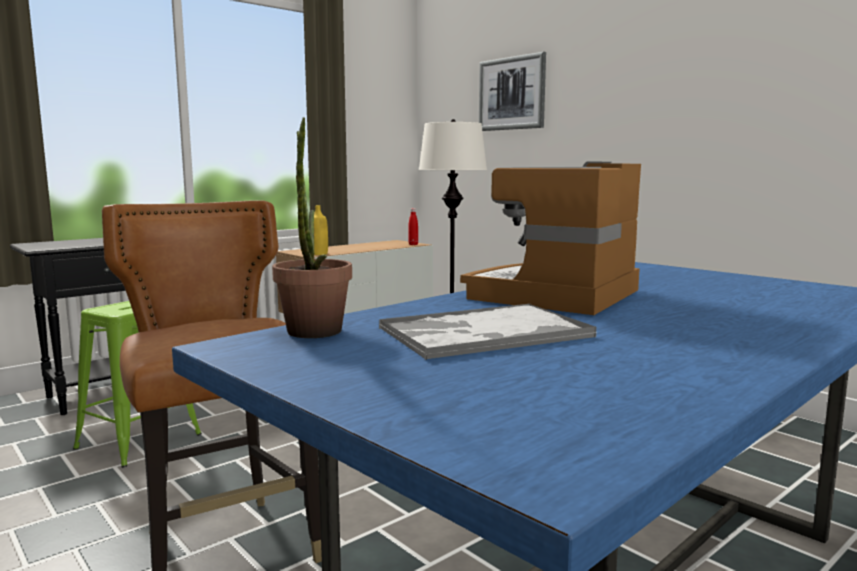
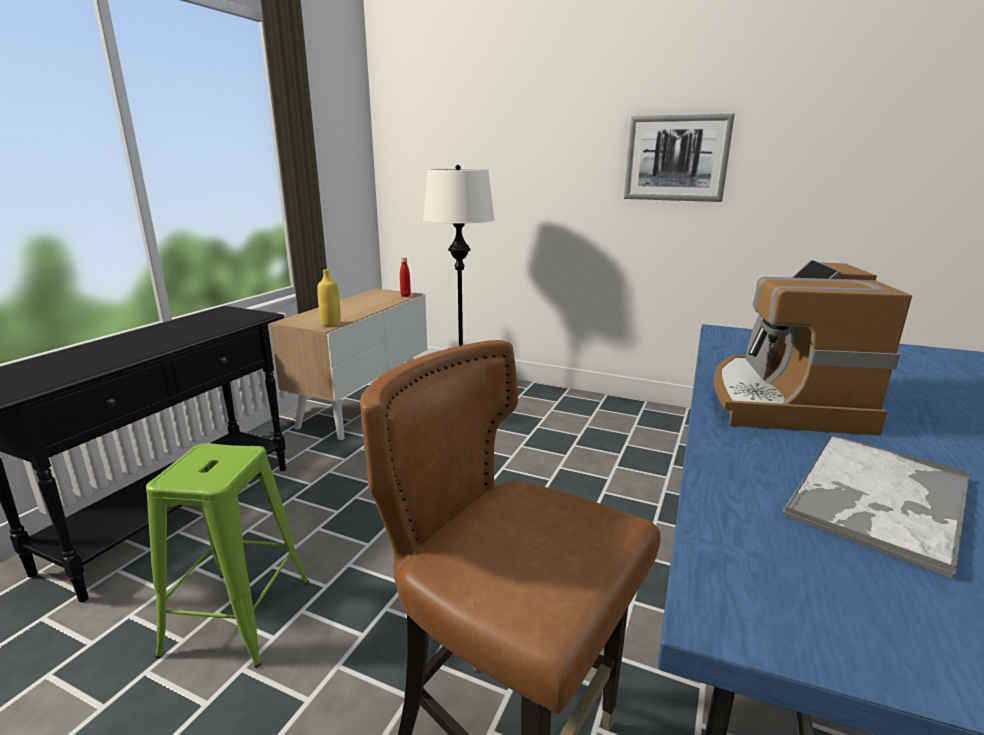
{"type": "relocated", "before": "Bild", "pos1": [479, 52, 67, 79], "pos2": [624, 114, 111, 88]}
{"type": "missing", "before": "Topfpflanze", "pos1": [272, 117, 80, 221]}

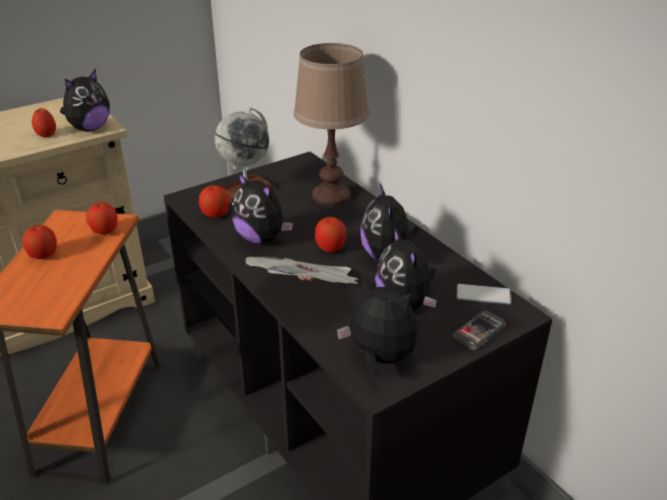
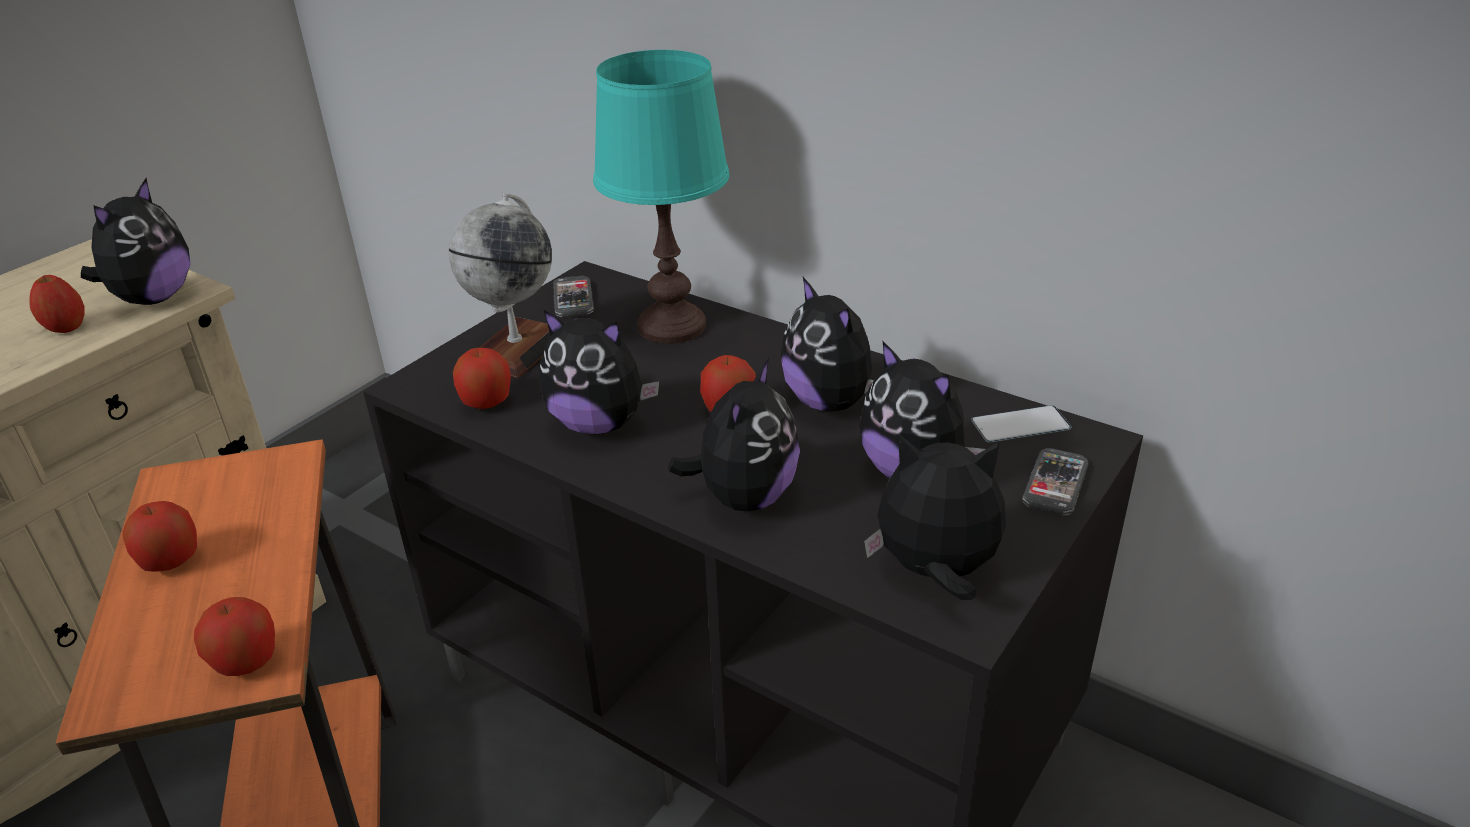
{"type": "colour", "before": "Tischlampe (braun)", "after": "Tischlampe (türkis)", "pos1": [294, 43, 75, 163], "pos2": [593, 50, 136, 294]}
{"type": "relocated", "before": "Apfel", "pos1": [86, 202, 32, 33], "pos2": [194, 597, 81, 79]}
{"type": "exchanged", "before": "Zeitung", "after": "Plüschtier", "pos1": [245, 257, 113, 27], "pos2": [668, 357, 132, 155]}
{"type": "appeared", "after": "Handy", "pos2": [553, 276, 41, 42]}

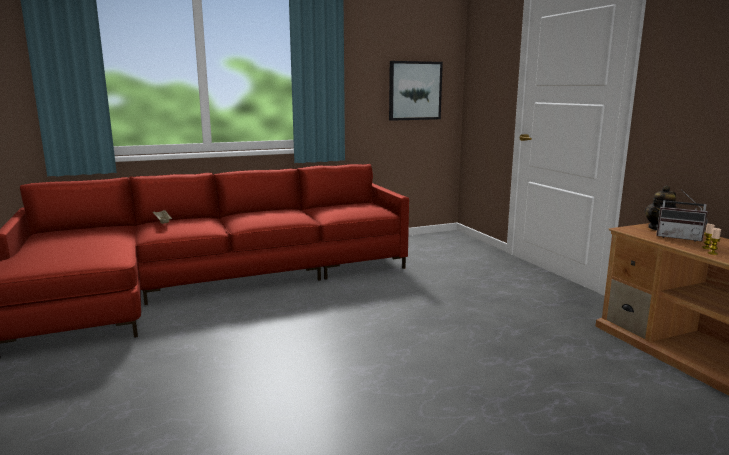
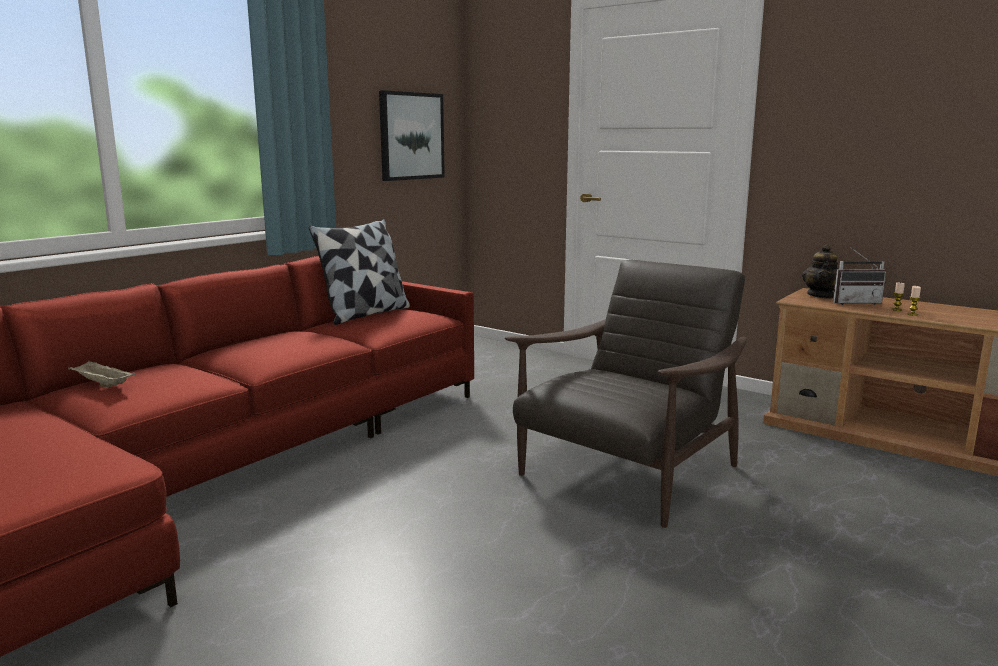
{"type": "appeared", "after": "Kissen", "pos2": [309, 219, 101, 106]}
{"type": "appeared", "after": "Sessel (braun)", "pos2": [505, 260, 242, 268]}

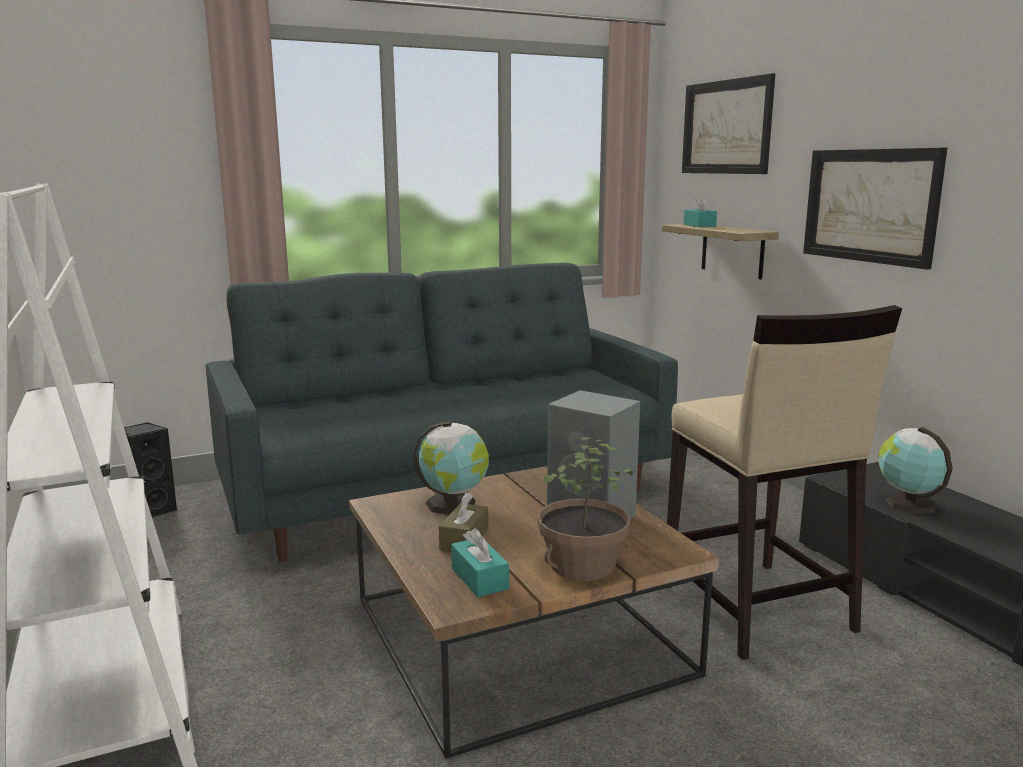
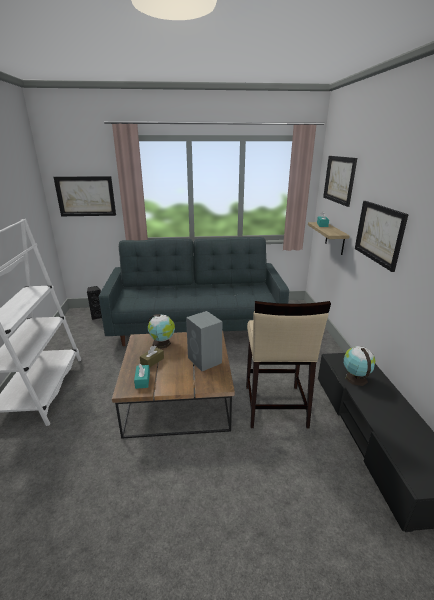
{"type": "missing", "before": "Topfpflanze", "pos1": [538, 437, 95, 144]}
{"type": "appeared", "after": "Bild", "pos2": [54, 176, 62, 40]}

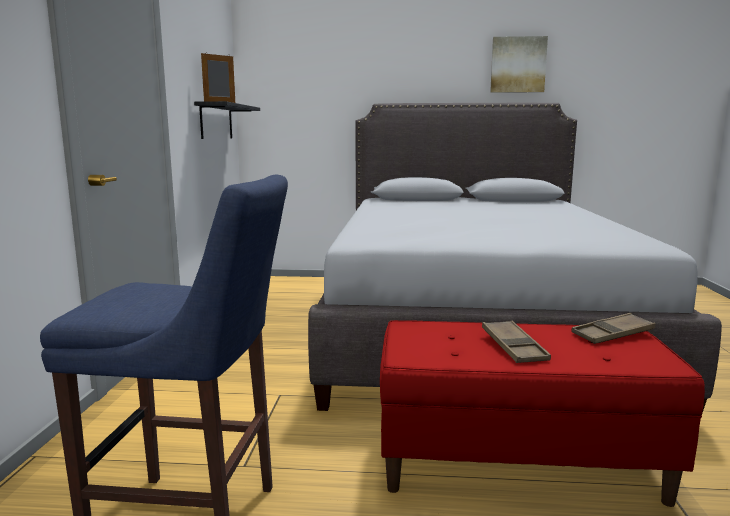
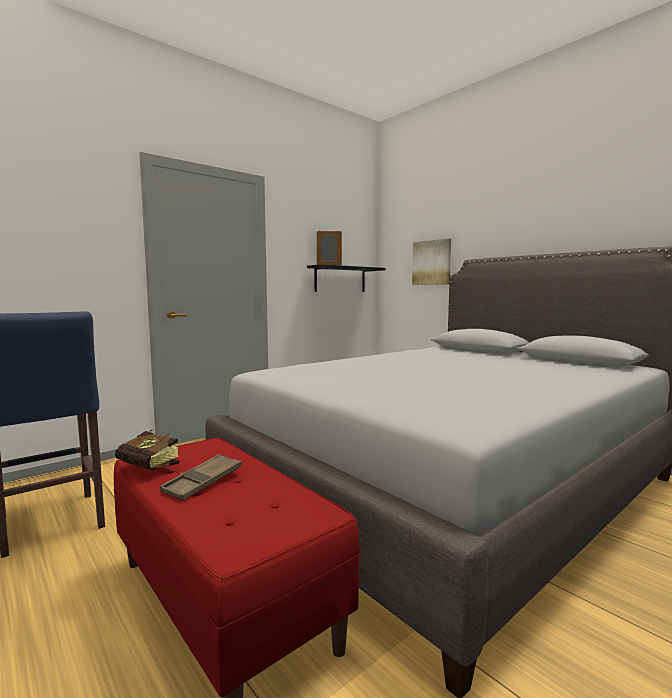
{"type": "relocated", "before": "Bild", "pos1": [490, 36, 58, 57], "pos2": [412, 238, 39, 47]}
{"type": "missing", "before": "Tablett (braun)", "pos1": [572, 313, 84, 31]}
{"type": "appeared", "after": "Buch", "pos2": [115, 430, 68, 44]}

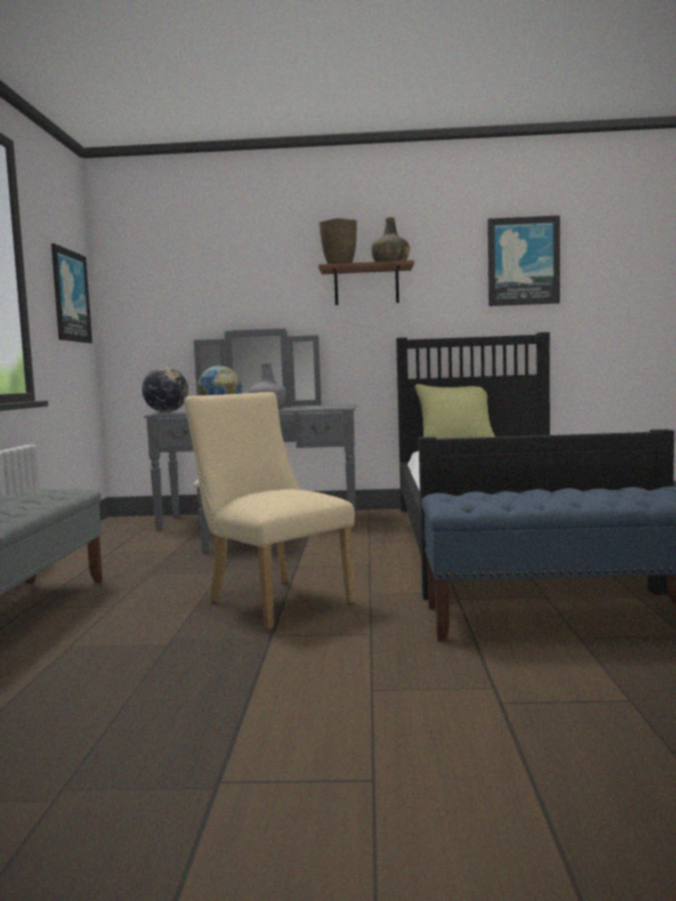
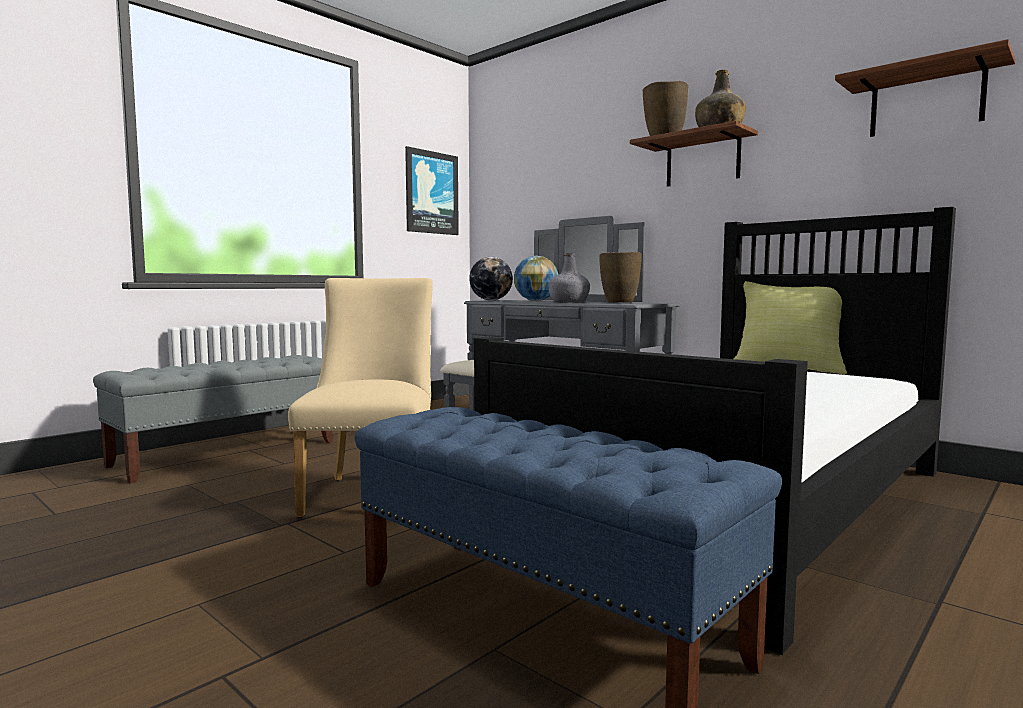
{"type": "exchanged", "before": "Bild", "after": "Wandregal", "pos1": [488, 215, 72, 91], "pos2": [835, 39, 180, 98]}
{"type": "appeared", "after": "Vase (braun)", "pos2": [599, 252, 43, 50]}

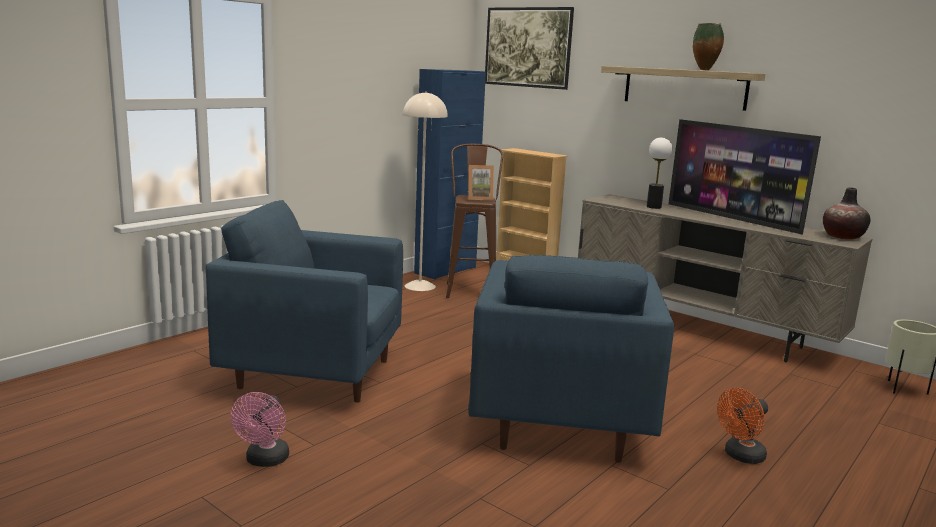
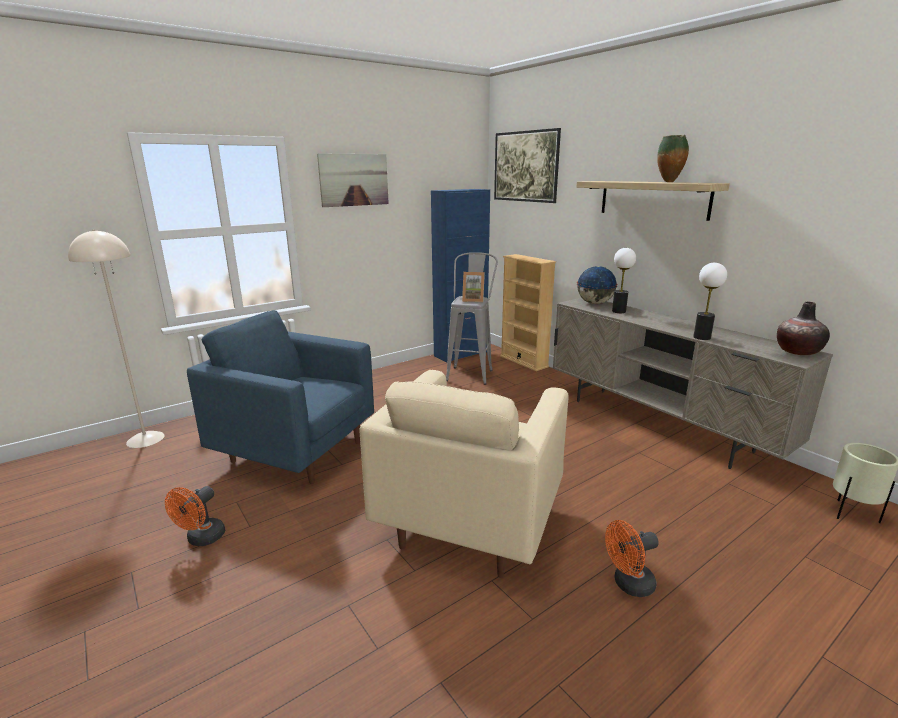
{"type": "relocated", "before": "Stehlampe (beige)", "pos1": [403, 91, 45, 200], "pos2": [68, 229, 97, 219]}
{"type": "missing", "before": "Fernseher", "pos1": [668, 119, 153, 115]}
{"type": "colour", "before": "Hocker (braun)", "after": "Hocker (grau)", "pos1": [446, 144, 57, 154], "pos2": [446, 252, 52, 133]}
{"type": "colour", "before": "Sessel (blau)", "after": "Sessel (beige)", "pos1": [469, 255, 205, 208], "pos2": [359, 370, 210, 208]}
{"type": "colour", "before": "Ventilator (rosa)", "after": "Ventilator (orange)", "pos1": [231, 392, 58, 75], "pos2": [165, 486, 60, 60]}
{"type": "appeared", "after": "Bild", "pos2": [317, 153, 72, 54]}
{"type": "appeared", "after": "Tischlampe", "pos2": [693, 263, 34, 77]}
{"type": "appeared", "after": "Globus", "pos2": [577, 266, 40, 38]}

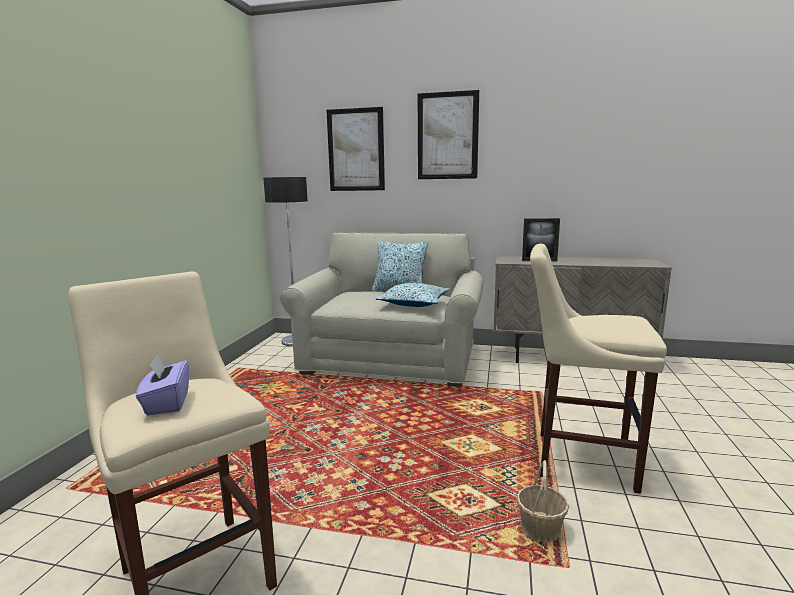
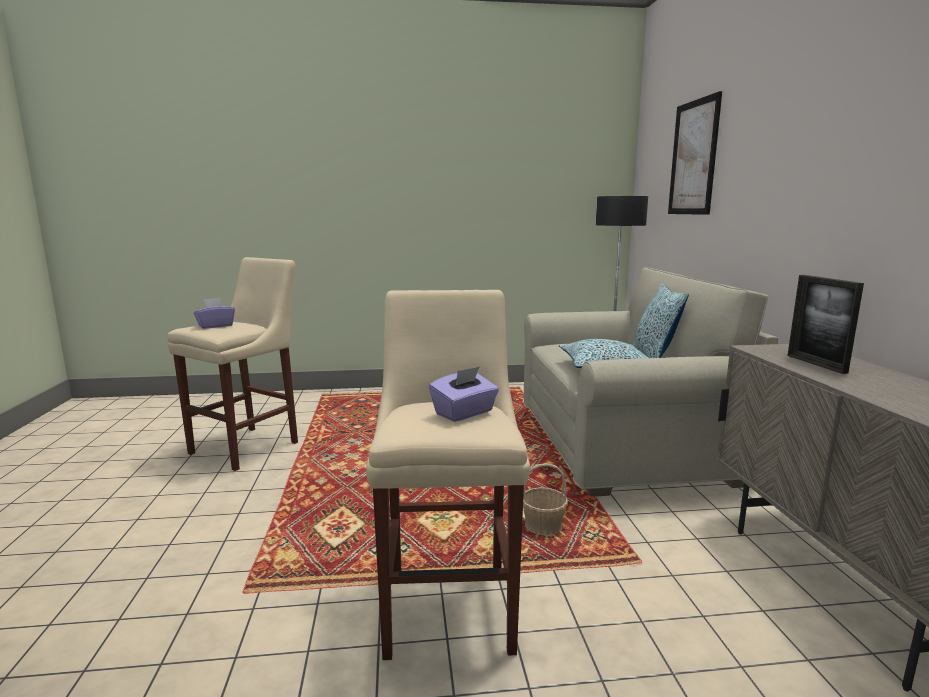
{"type": "missing", "before": "Bild", "pos1": [418, 90, 61, 89]}
{"type": "relocated", "before": "Korb", "pos1": [517, 460, 52, 82], "pos2": [523, 463, 45, 73]}
{"type": "appeared", "after": "Taschentuchbox (lila)", "pos2": [429, 366, 70, 56]}

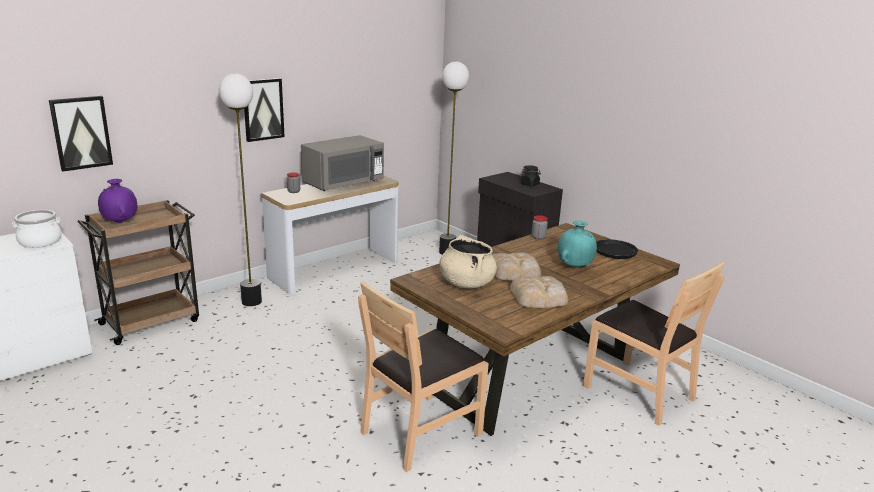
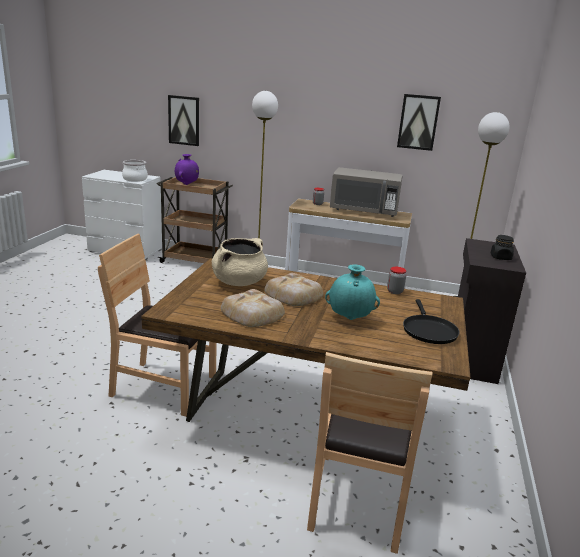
{"type": "relocated", "before": "Bild", "pos1": [244, 78, 41, 64], "pos2": [397, 94, 44, 57]}

